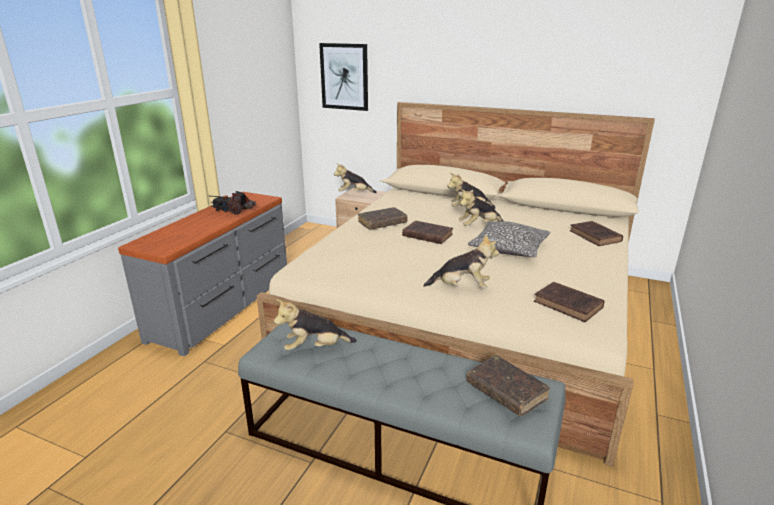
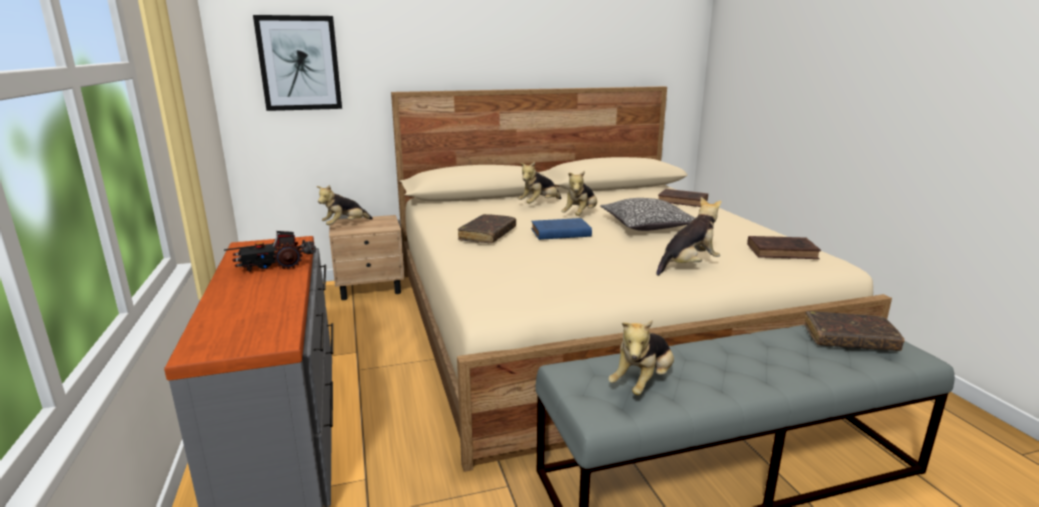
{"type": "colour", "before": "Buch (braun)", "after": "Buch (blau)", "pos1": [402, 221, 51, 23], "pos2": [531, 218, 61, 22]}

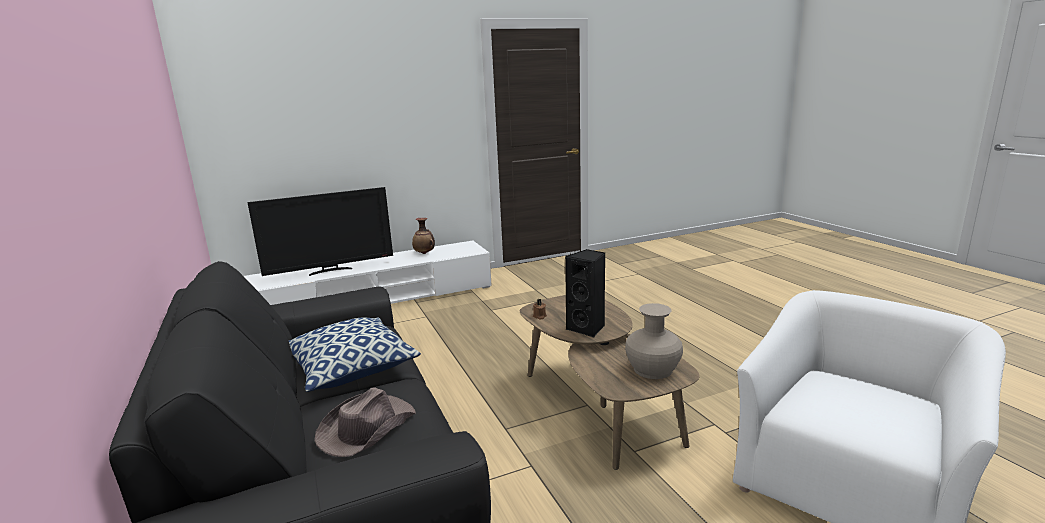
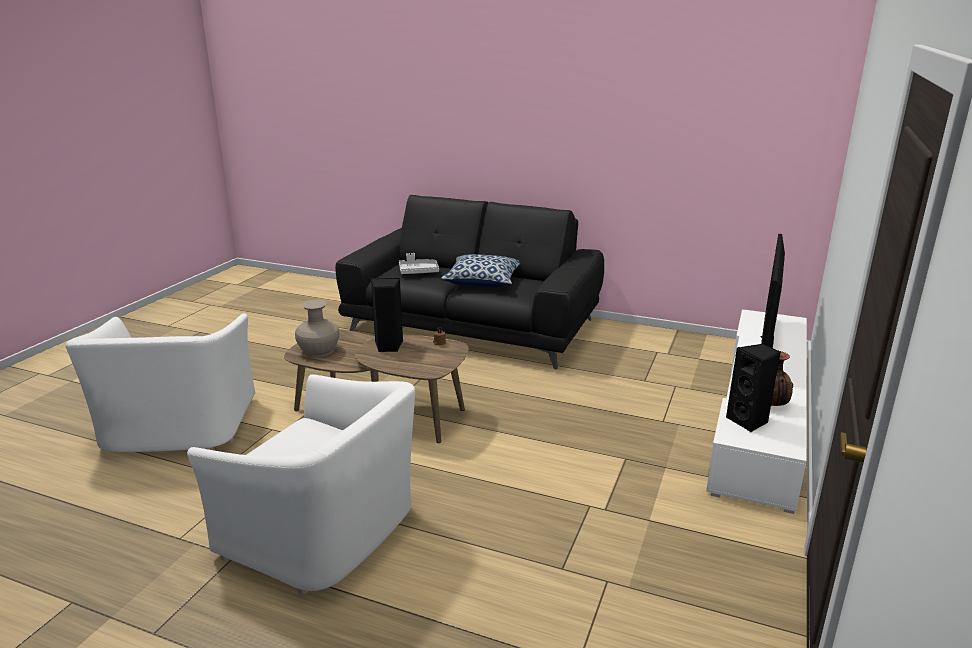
{"type": "exchanged", "before": "Hut (braun)", "after": "Tablett (grau)", "pos1": [314, 387, 102, 70], "pos2": [399, 253, 40, 21]}
{"type": "appeared", "after": "Lautsprecher (schwarz)", "pos2": [726, 344, 55, 88]}
{"type": "appeared", "after": "Sessel (weiß)", "pos2": [187, 374, 228, 221]}

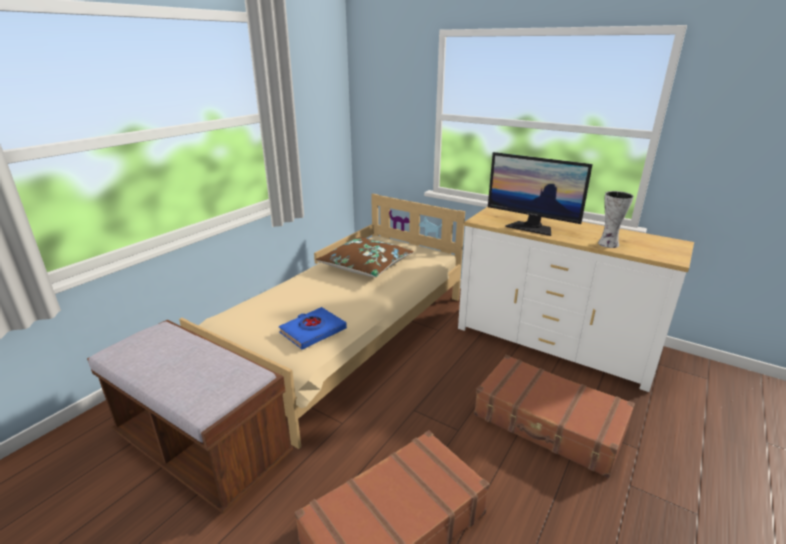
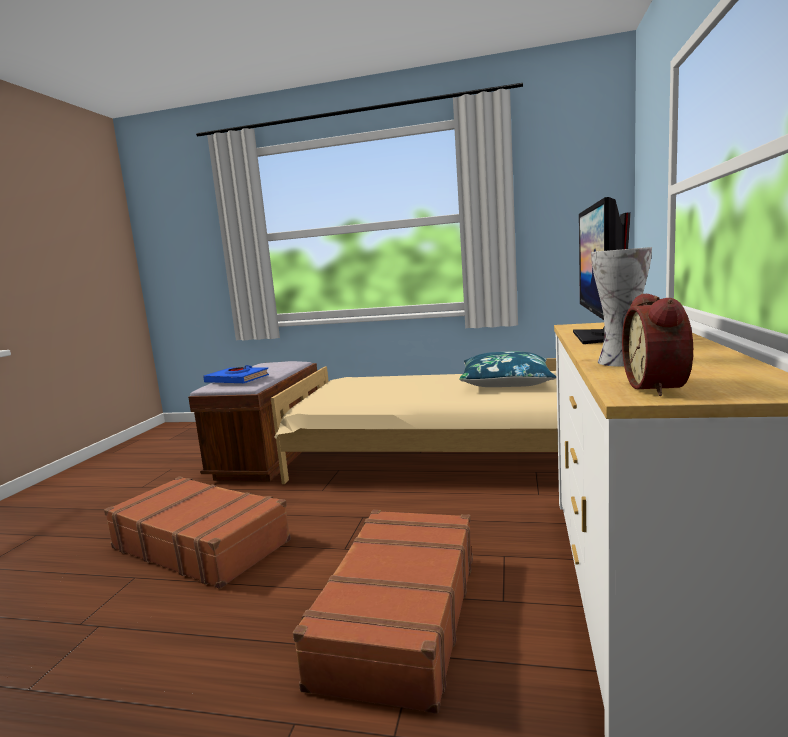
{"type": "colour", "before": "Kissen (braun)", "after": "Kissen (blau)", "pos1": [316, 237, 98, 40], "pos2": [459, 352, 97, 35]}
{"type": "relocated", "before": "Buch (blau)", "pos1": [279, 307, 68, 43], "pos2": [203, 365, 66, 18]}
{"type": "appeared", "after": "Wecker", "pos2": [622, 293, 71, 103]}

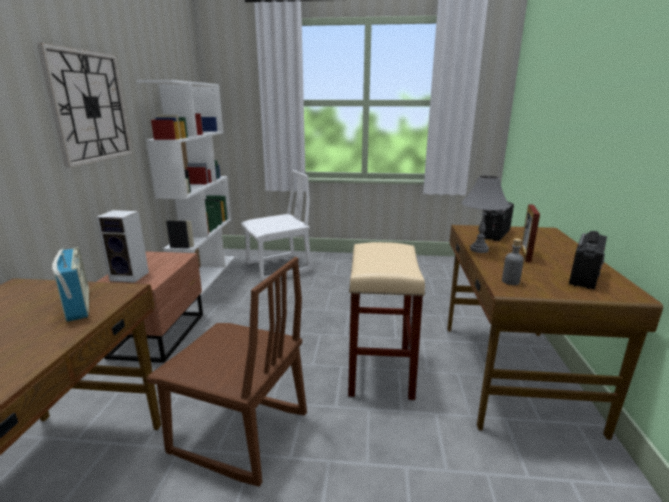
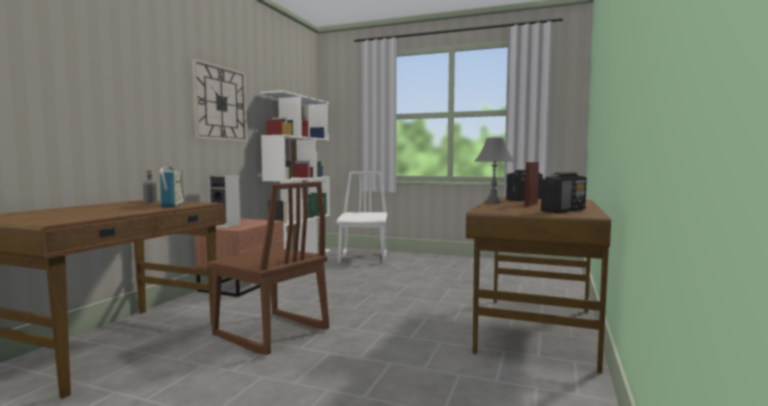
{"type": "spun", "before": "Stuhl (weiß)", "pos1": [241, 170, 71, 111], "pos2": [336, 171, 51, 92], "turn": -75}
{"type": "relocated", "before": "Flasche (grau)", "pos1": [502, 239, 22, 46], "pos2": [143, 170, 14, 33]}
{"type": "missing", "before": "Hocker (beige)", "pos1": [348, 242, 77, 158]}

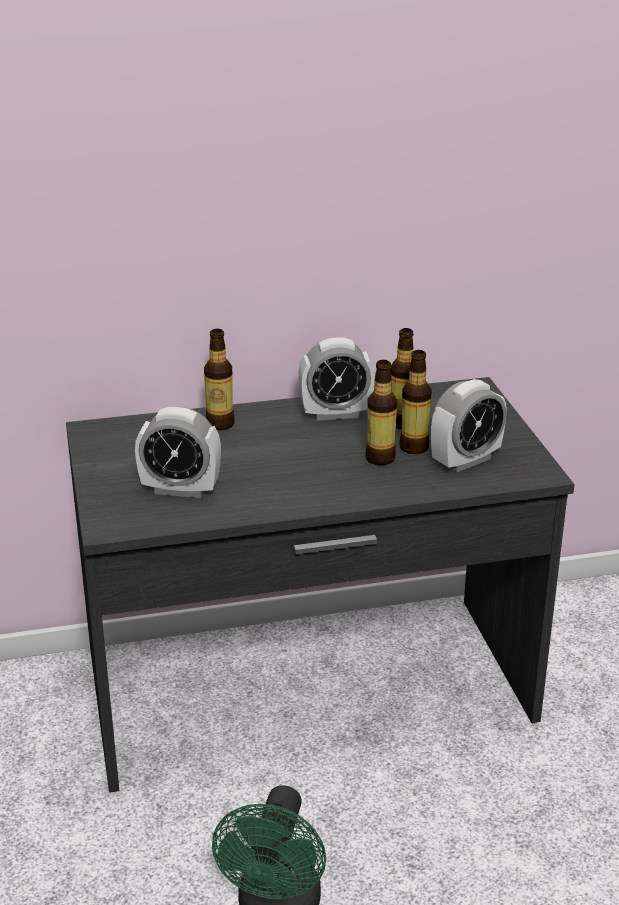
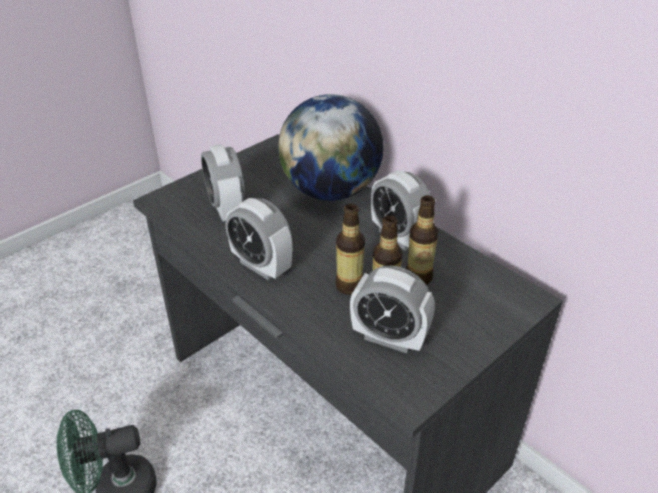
{"type": "exchanged", "before": "Flasche", "after": "Globus", "pos1": [204, 329, 31, 101], "pos2": [278, 94, 105, 107]}
{"type": "appeared", "after": "Wecker", "pos2": [225, 198, 67, 82]}

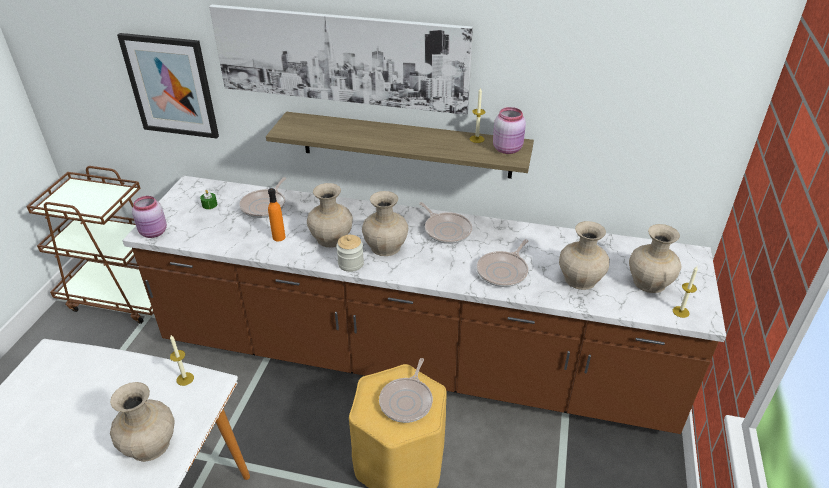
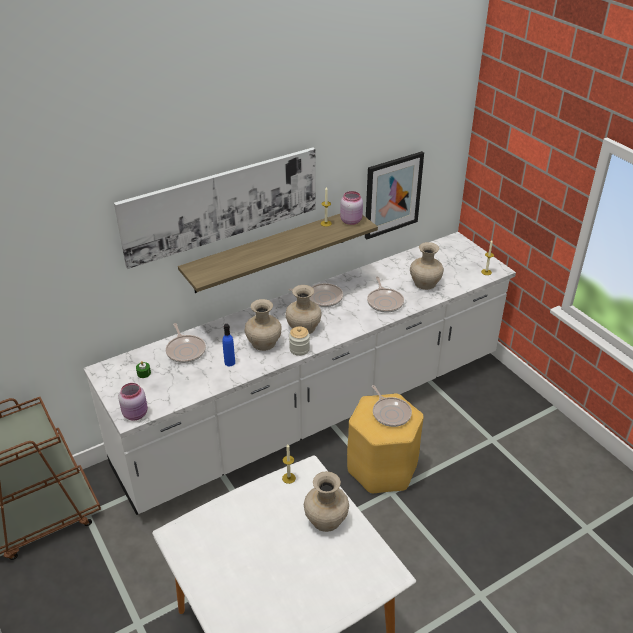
{"type": "relocated", "before": "Bild", "pos1": [117, 33, 102, 105], "pos2": [365, 151, 59, 88]}
{"type": "colour", "before": "Küchenzeile (braun)", "after": "Küchenzeile (weiß)", "pos1": [123, 176, 603, 258], "pos2": [83, 232, 433, 283]}
{"type": "colour", "before": "Flasche (orange)", "after": "Flasche (blau)", "pos1": [268, 188, 18, 53], "pos2": [222, 324, 13, 42]}
{"type": "missing", "before": "Vase (beige)", "pos1": [629, 224, 52, 69]}

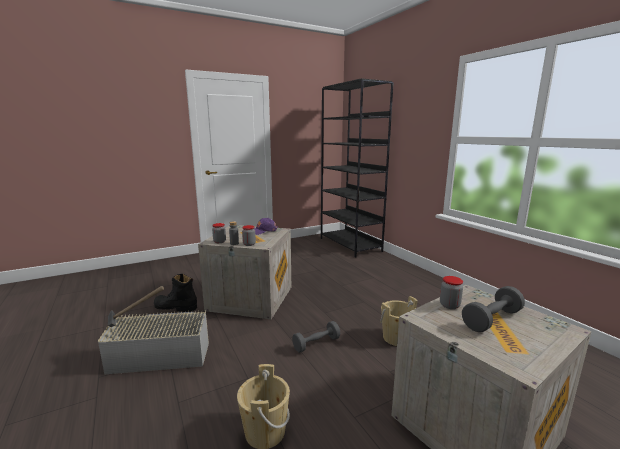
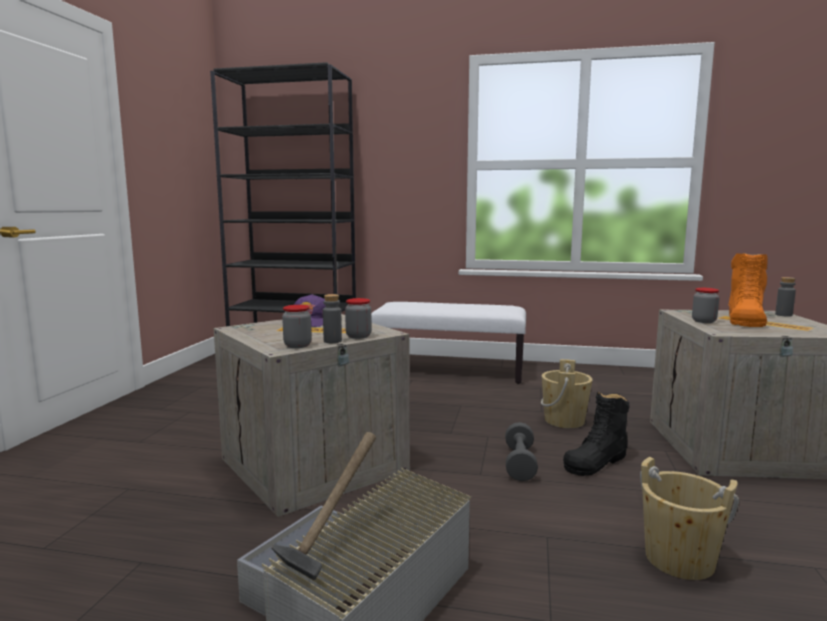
{"type": "relocated", "before": "Stiefel (schwarz)", "pos1": [154, 274, 43, 38], "pos2": [563, 391, 67, 85]}
{"type": "exchanged", "before": "Hantel (grau)", "after": "Stiefel (orange)", "pos1": [462, 286, 63, 46], "pos2": [728, 253, 40, 74]}
{"type": "appeared", "after": "Flasche (grau)", "pos2": [775, 277, 21, 40]}
{"type": "appeared", "after": "Bank (weiß)", "pos2": [371, 302, 155, 82]}

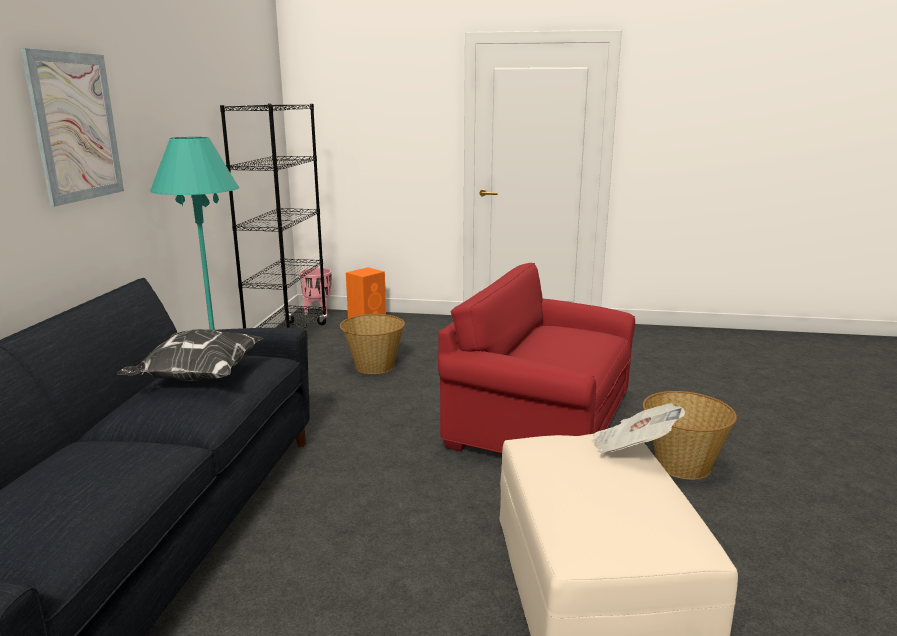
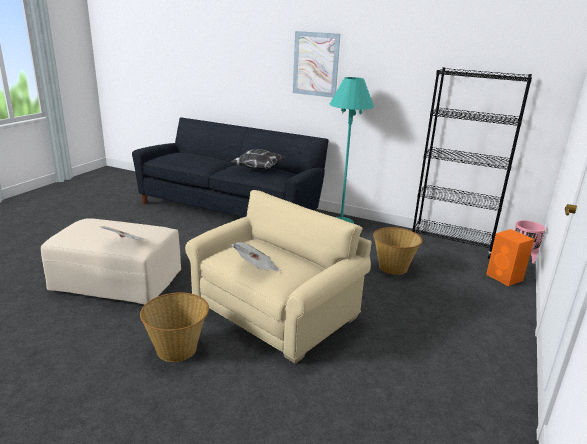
{"type": "colour", "before": "Sessel (rot)", "after": "Sessel (beige)", "pos1": [438, 263, 197, 190], "pos2": [185, 190, 186, 174]}
{"type": "appeared", "after": "Zeitung", "pos2": [231, 242, 50, 29]}

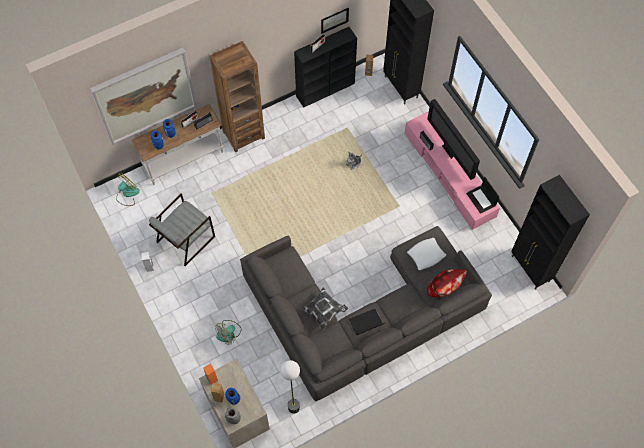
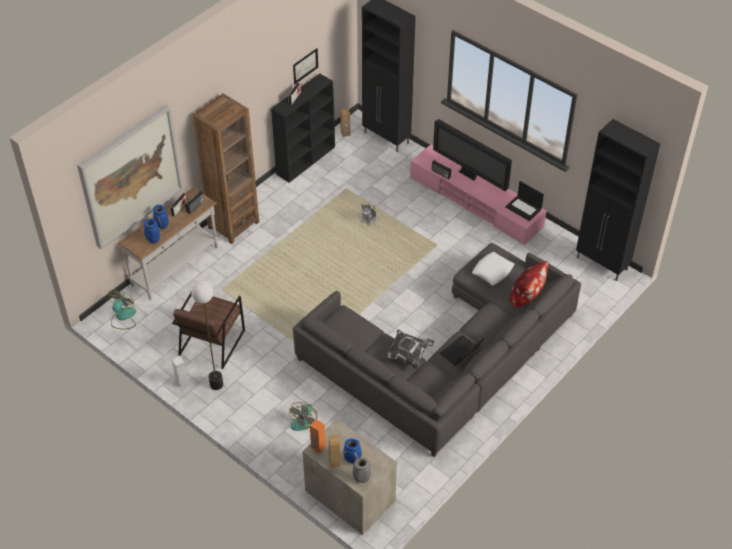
{"type": "colour", "before": "Sessel (grau)", "after": "Sessel (braun)", "pos1": [149, 194, 66, 72], "pos2": [172, 293, 73, 76]}
{"type": "relocated", "before": "Stehlampe", "pos1": [280, 360, 20, 54], "pos2": [191, 281, 32, 109]}

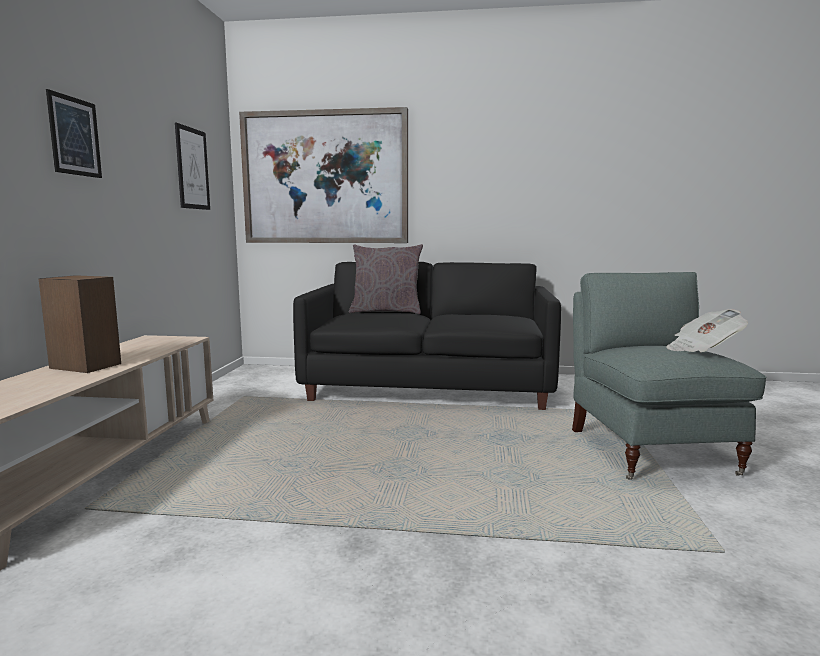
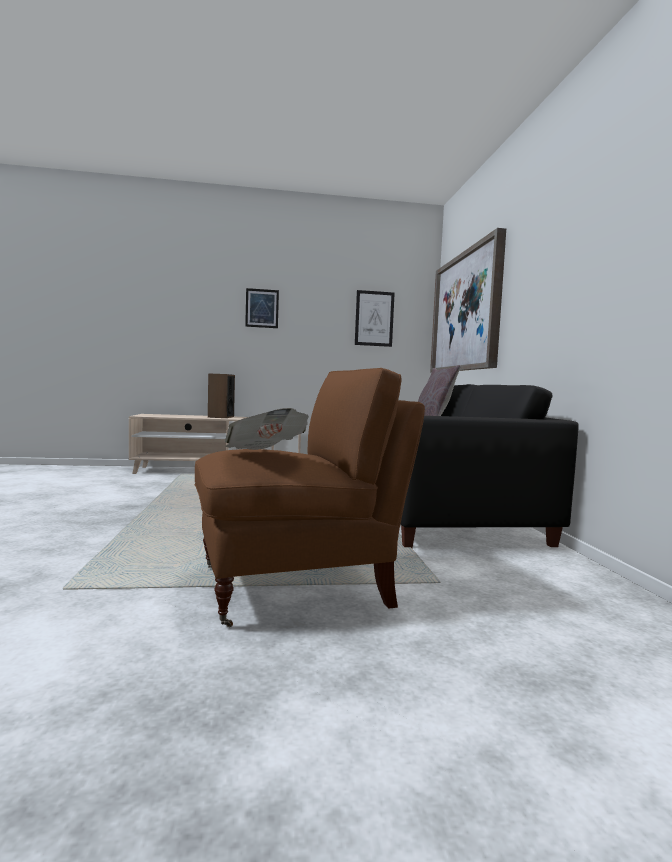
{"type": "colour", "before": "Sessel (grau)", "after": "Sessel (braun)", "pos1": [572, 272, 195, 208], "pos2": [194, 368, 231, 259]}

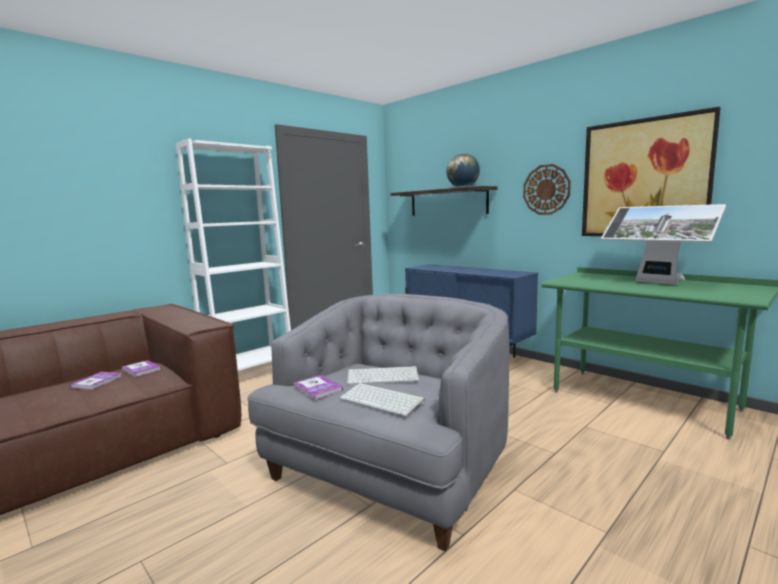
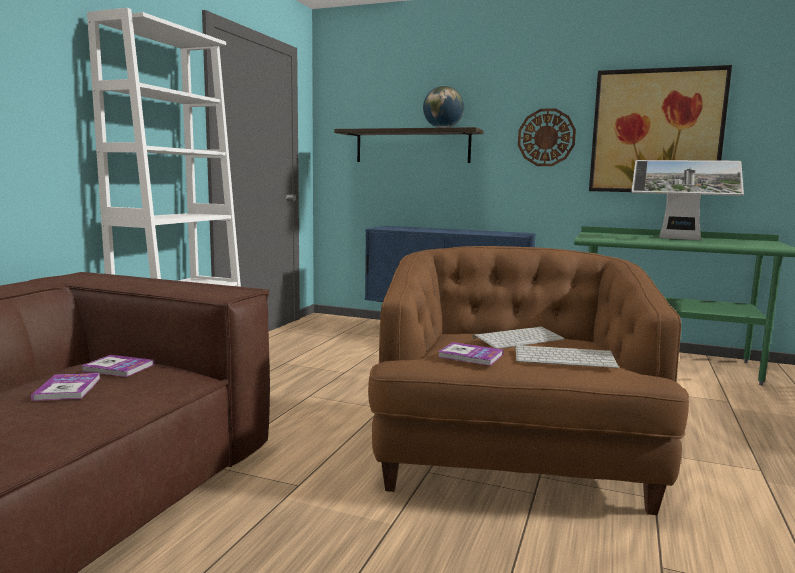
{"type": "colour", "before": "Sessel (grau)", "after": "Sessel (braun)", "pos1": [247, 294, 262, 258], "pos2": [368, 246, 321, 269]}

